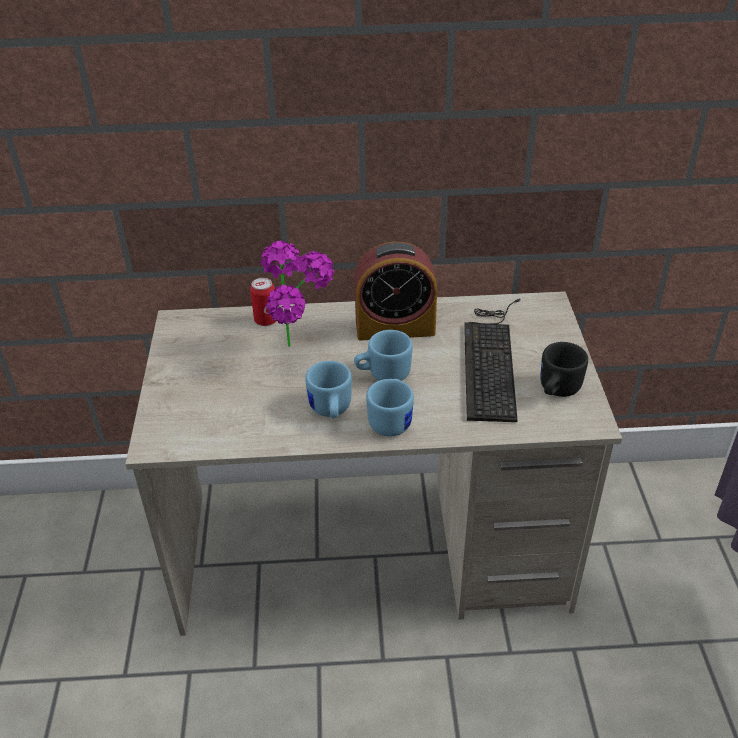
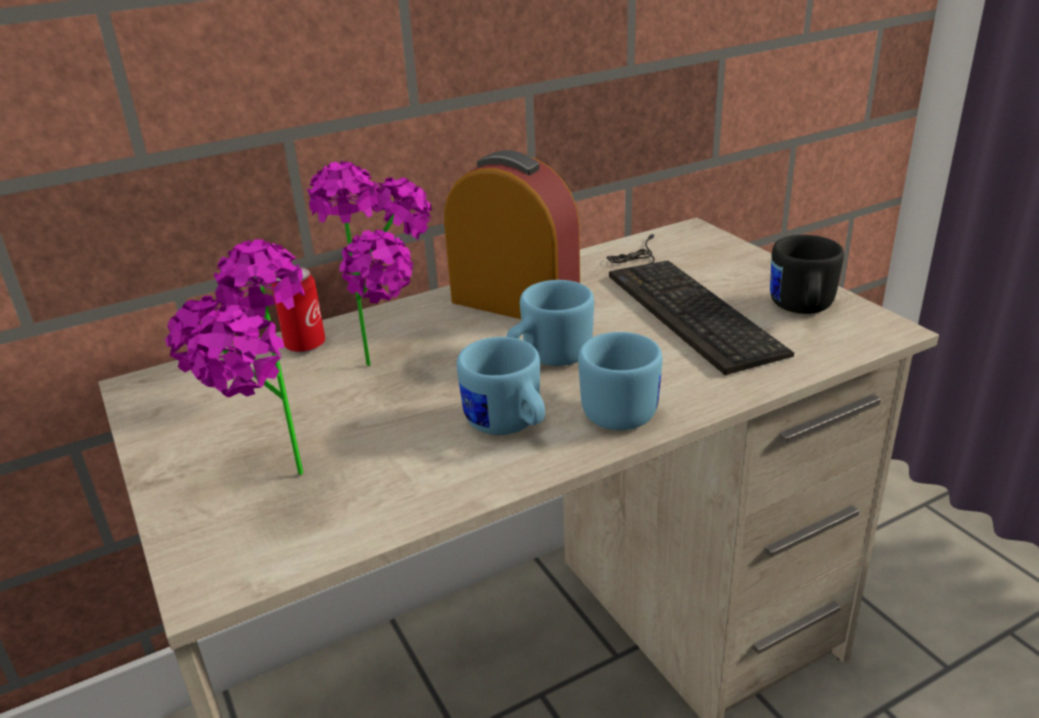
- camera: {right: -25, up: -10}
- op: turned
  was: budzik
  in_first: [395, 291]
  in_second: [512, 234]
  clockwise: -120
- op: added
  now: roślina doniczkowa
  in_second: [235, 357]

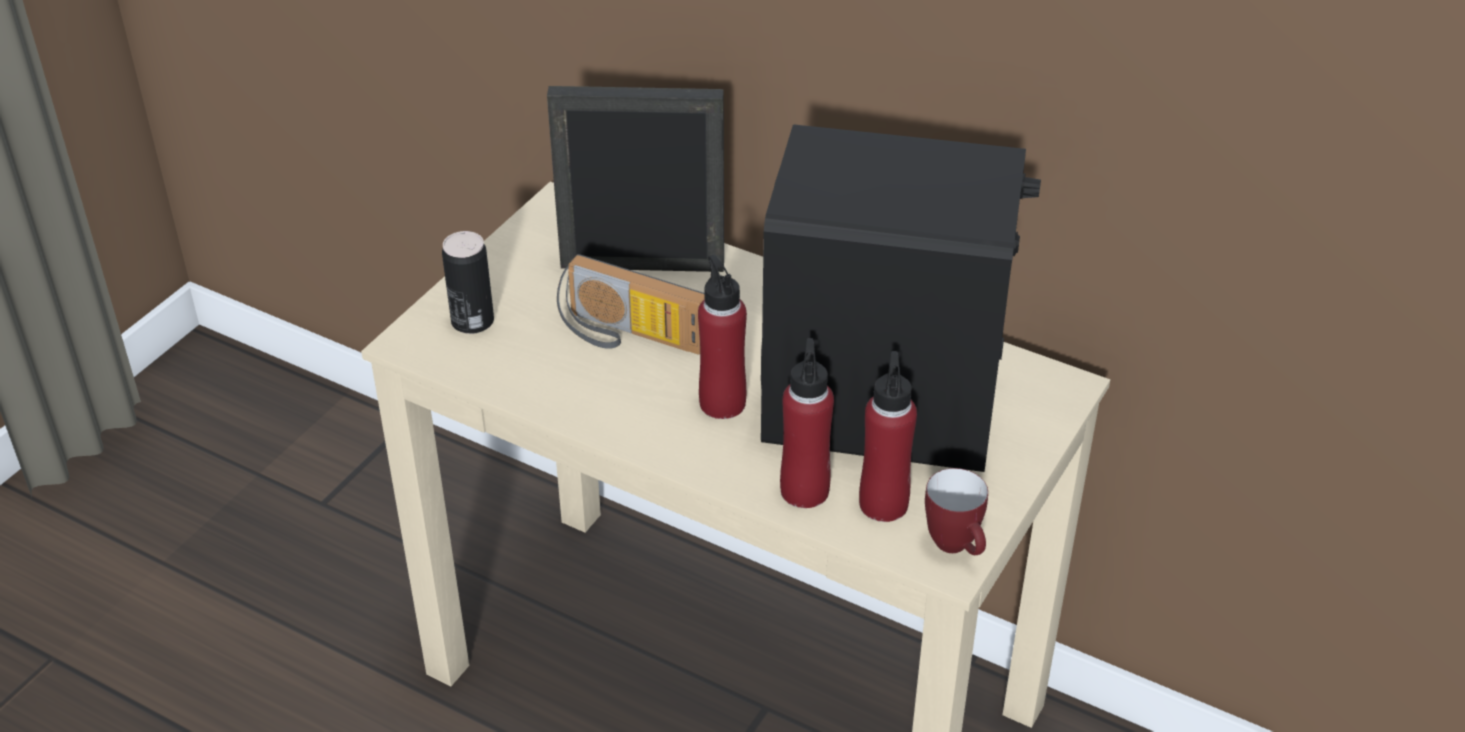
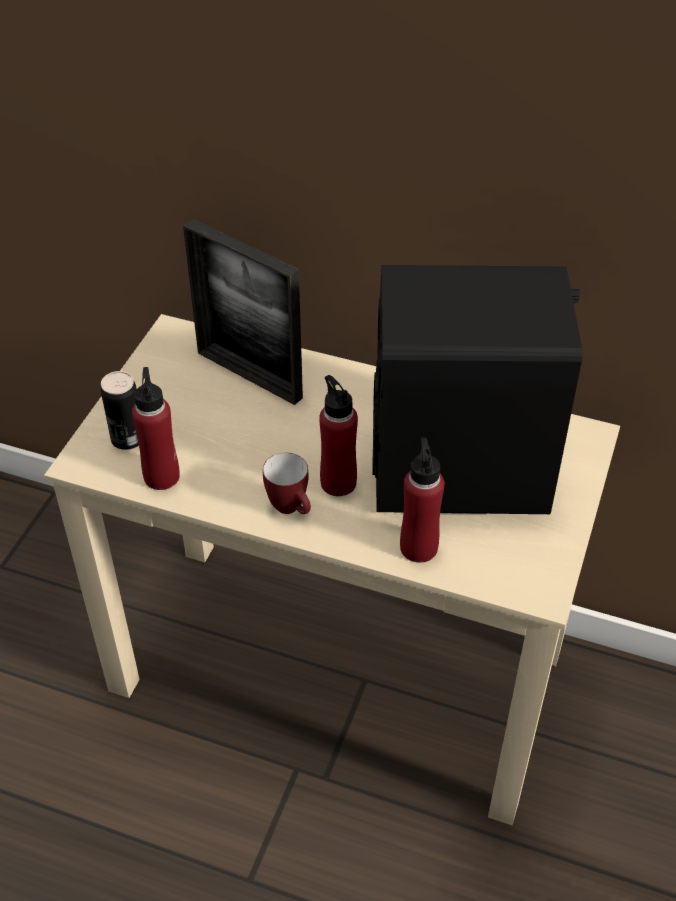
- camera: {right: -10, up: 5}
- op: turned
  was: ramka na zdjęcie
  in_first: [635, 179]
  in_second: [243, 312]
  clockwise: -135
- op: removed
  was: radio
  in_first: [631, 304]
- op: moved
  was: butelka (czerwony)
  in_first: [888, 436]
  in_second: [156, 428]
- op: moved
  was: kubek
  in_first: [956, 511]
  in_second: [287, 483]

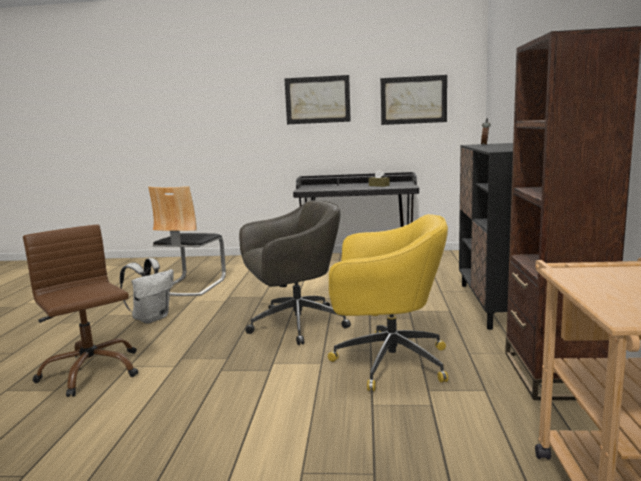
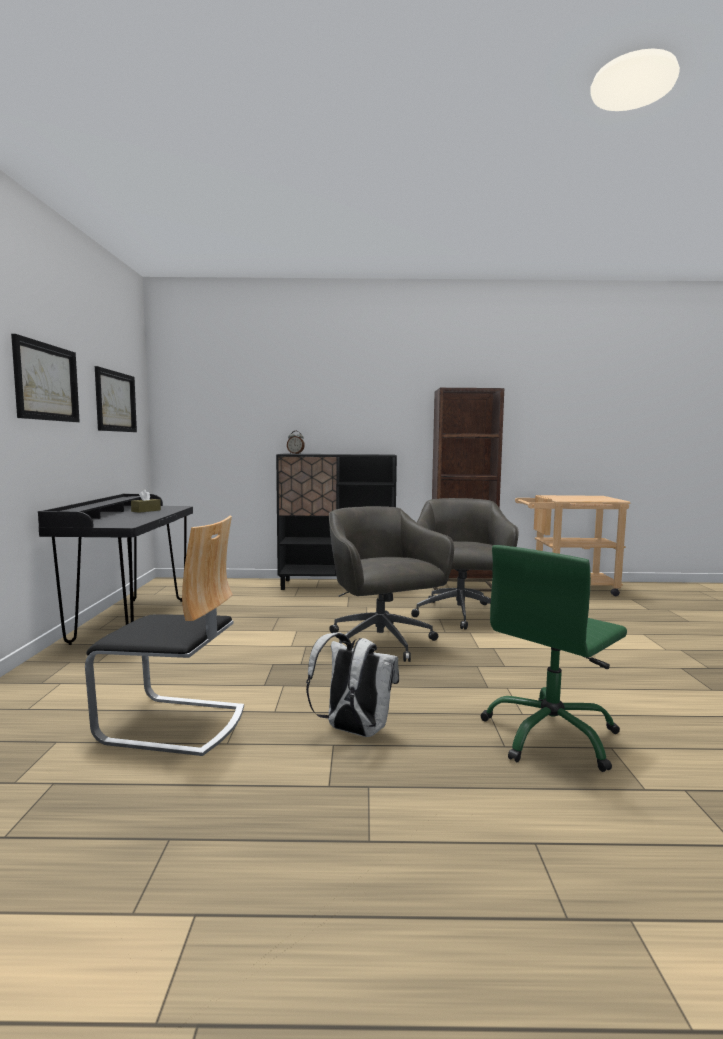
- camera: {right: -95, up: -5}
- op: recoloured
  was: krzesło biurowe (żółty)
  now: krzesło biurowe (szary)
  in_first: [388, 302]
  in_second: [464, 564]
- op: recoloured
  was: krzesło biurowe (brązowy)
  now: krzesło biurowe (zielony)
  in_first: [80, 310]
  in_second: [554, 658]

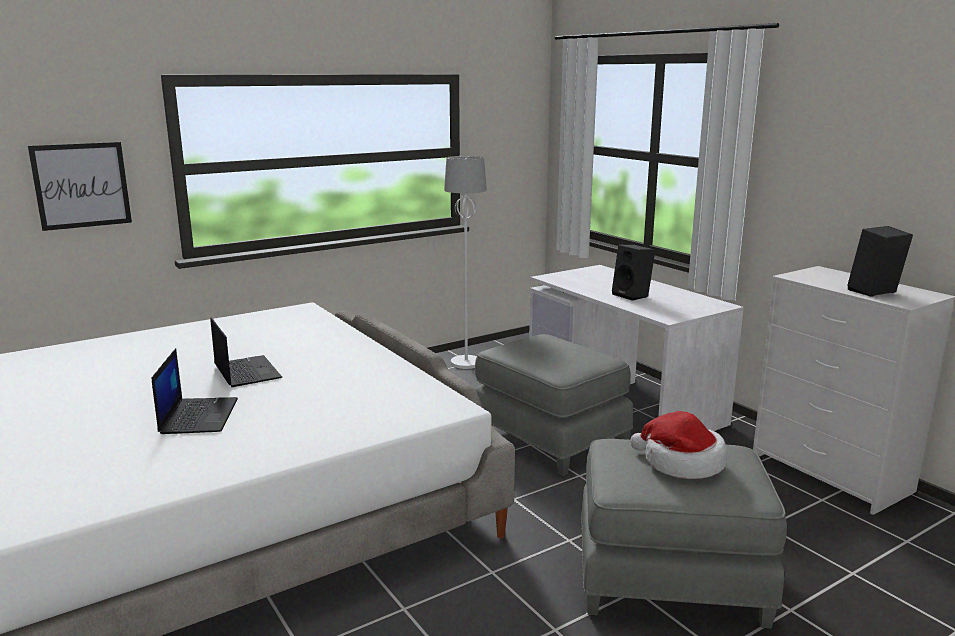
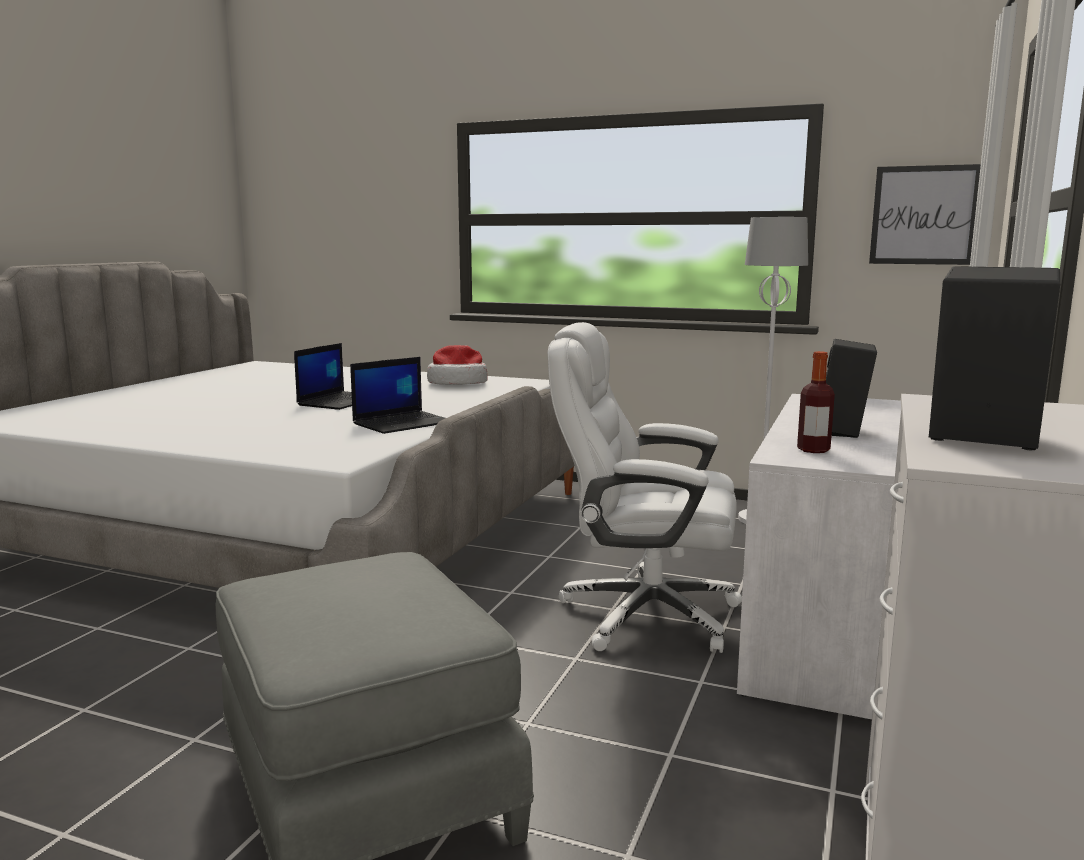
- camera: {right: 55, up: -5}
- op: moved
  was: obraz
  in_first: [80, 186]
  in_second: [925, 214]
- op: replaced
  was: pufa (szary)
  now: krzesło biurowe (biały)
  in_first: [554, 405]
  in_second: [645, 487]
- op: moved
  was: laptop
  in_first: [195, 391]
  in_second: [397, 395]
- op: moved
  was: kapelusz
  in_first: [678, 445]
  in_second: [457, 365]
- op: added
  now: butelka
  in_second: [816, 402]

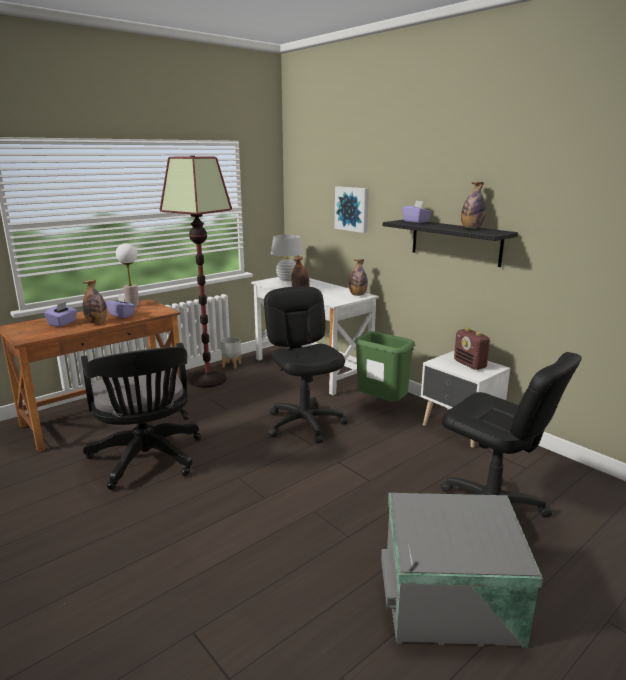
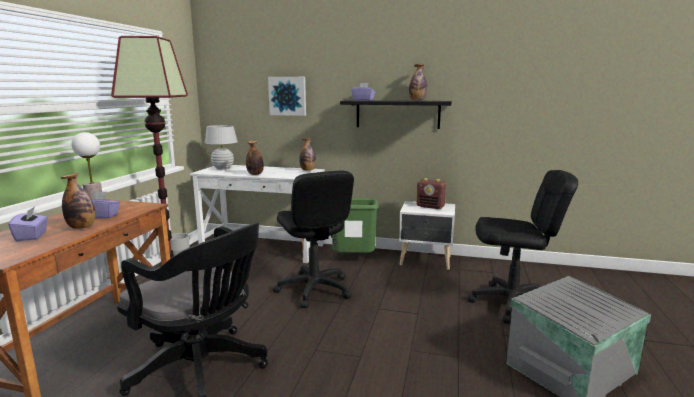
- camera: {right: -35, up: -5}
- op: turned
  was: krzesło biurowe (czarny)
  in_first: [306, 364]
  in_second: [313, 239]
  clockwise: -150

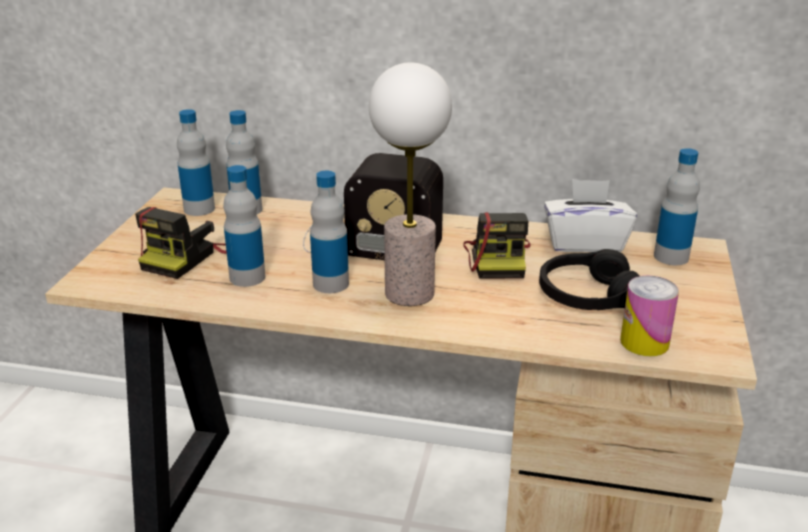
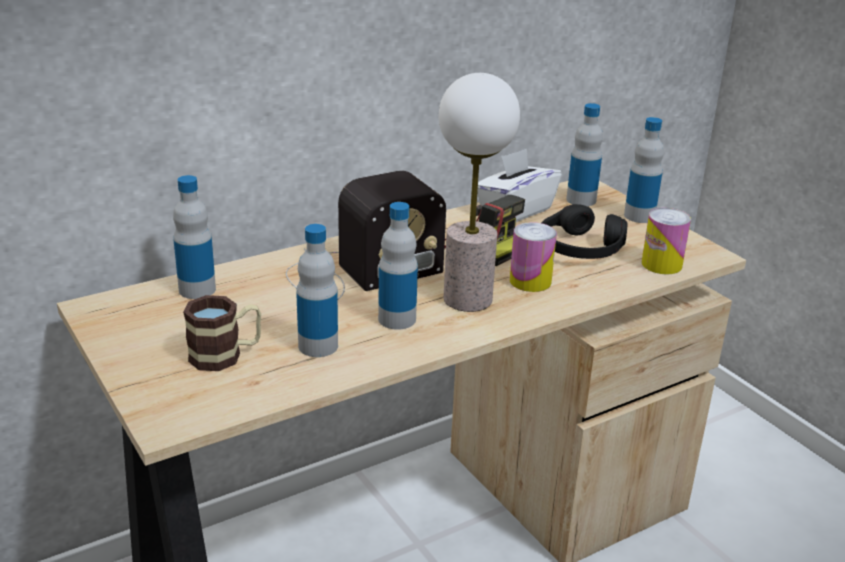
- camera: {right: -45, up: 0}
- op: moved
  was: butelka
  in_first: [196, 162]
  in_second: [644, 170]
- op: replaced
  was: aparat fotograficzny
  now: kubek
  in_first: [181, 243]
  in_second: [222, 333]
- op: added
  now: puszka
  in_second: [533, 257]

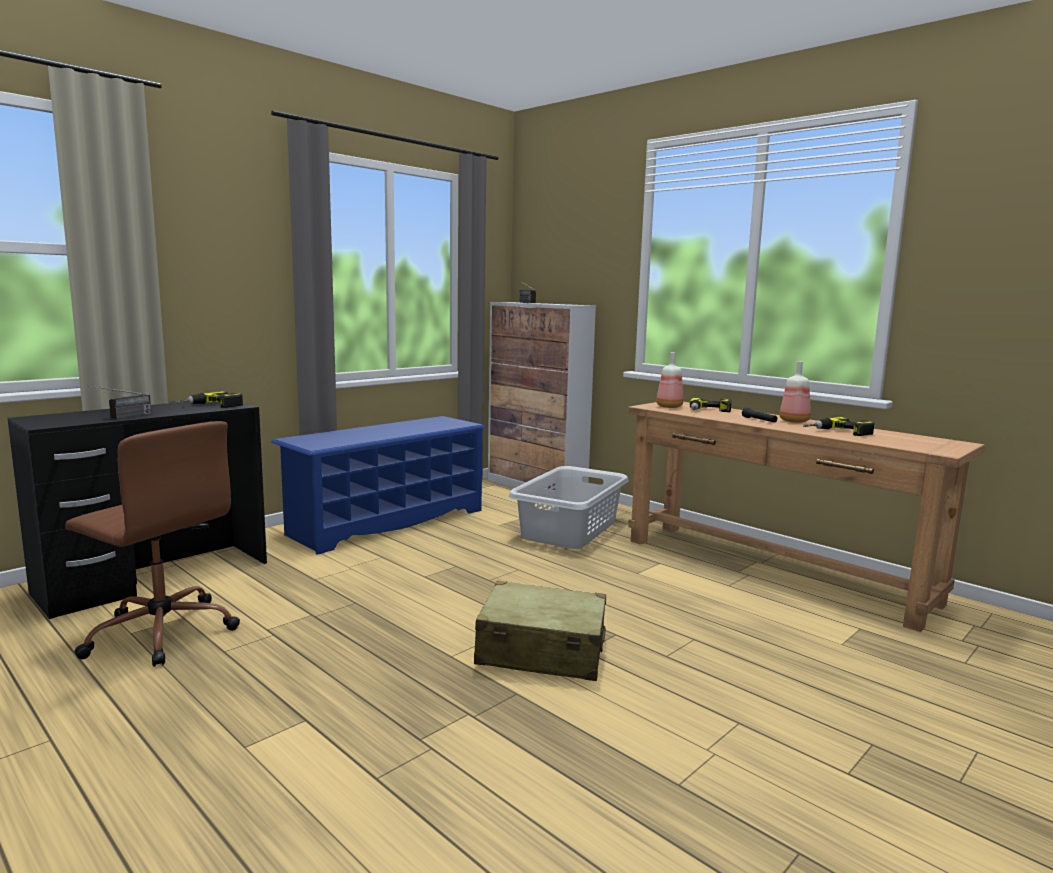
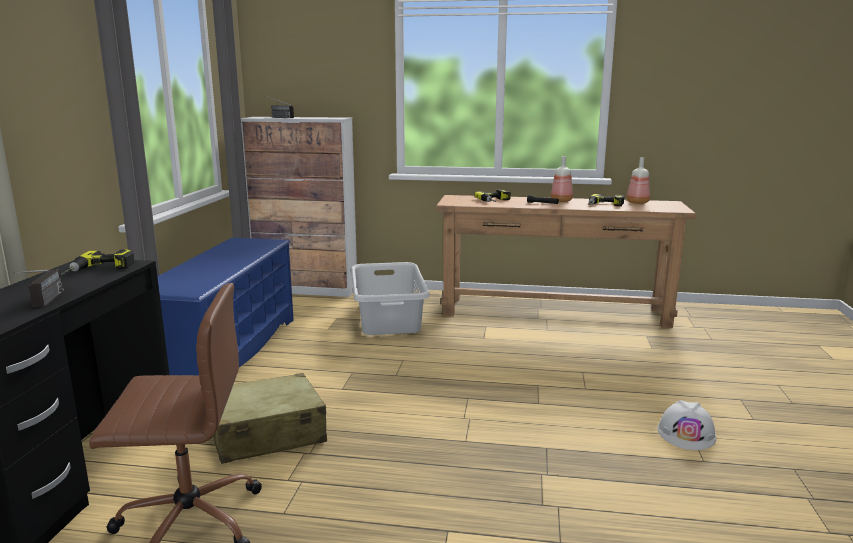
- camera: {right: -35, up: 5}
- op: moved
  was: butelka
  in_first: [669, 380]
  in_second: [638, 180]
- op: moved
  was: walizka (beżowy)
  in_first: [540, 631]
  in_second: [270, 418]
- op: added
  now: kask (biały)
  in_second: [687, 425]

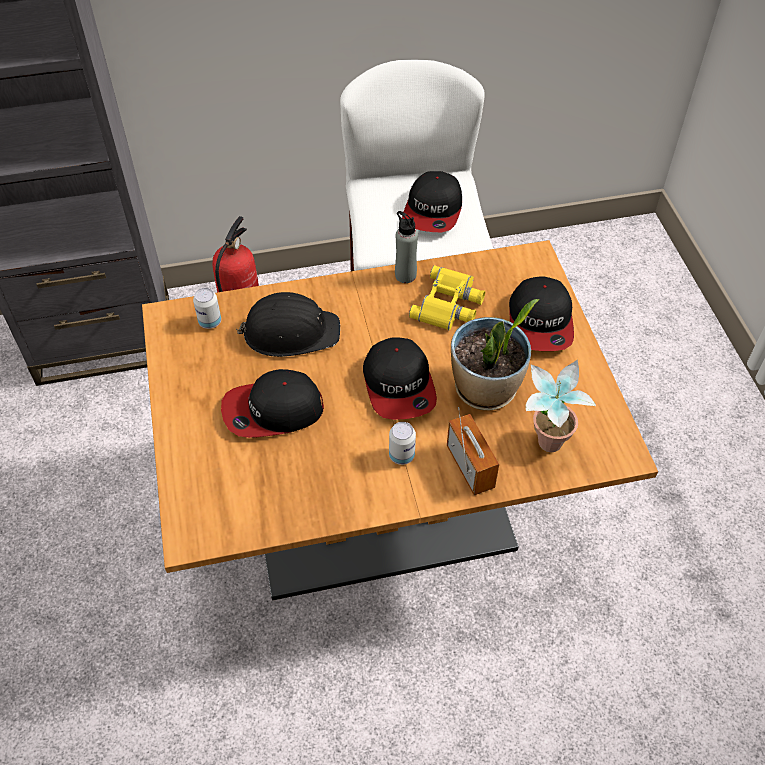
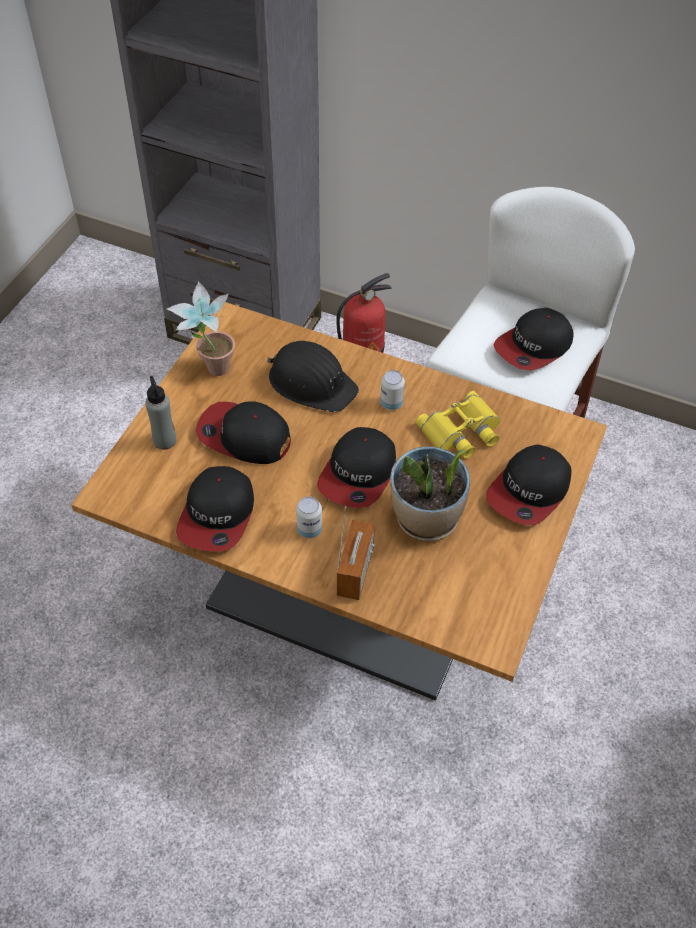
- camera: {right: 35, up: 0}
- op: moved
  was: butelka (szary)
  in_first: [406, 247]
  in_second: [160, 413]
- op: moved
  was: puszka
  in_first: [207, 308]
  in_second: [392, 390]
- op: moved
  was: roślina doniczkowa
  in_first: [561, 406]
  in_second: [201, 328]
- op: added
  now: czapka z daszkiem
  in_second: [215, 508]

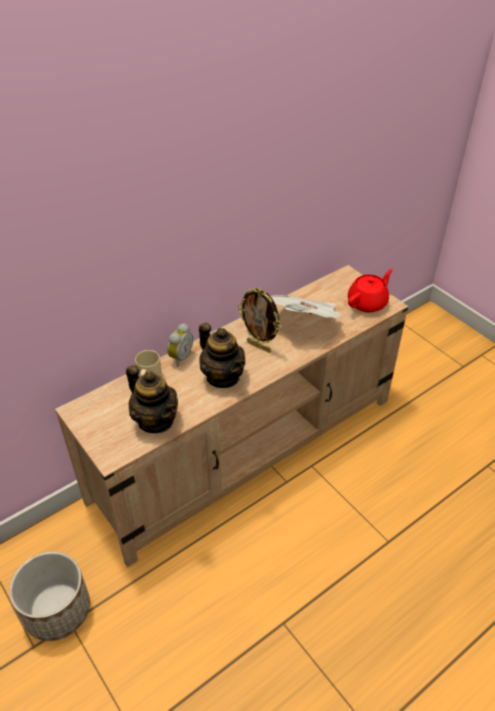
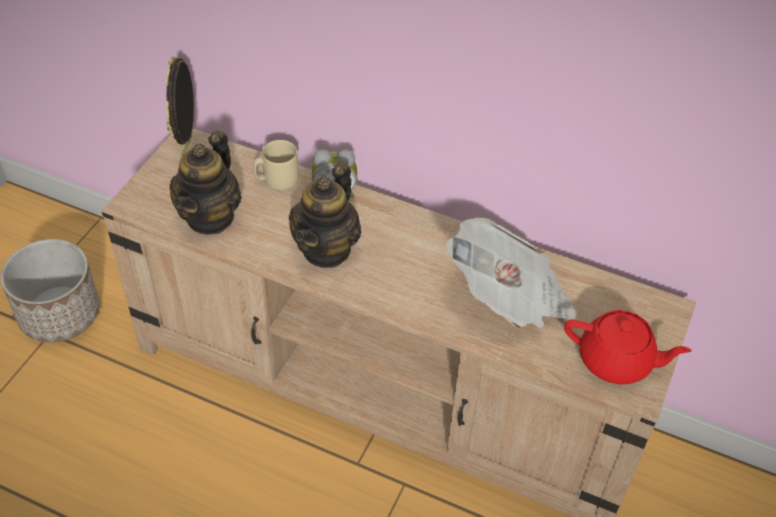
- camera: {right: 60, up: 5}
- op: moved
  was: ramka na zdjęcie
  in_first: [259, 320]
  in_second: [179, 107]

